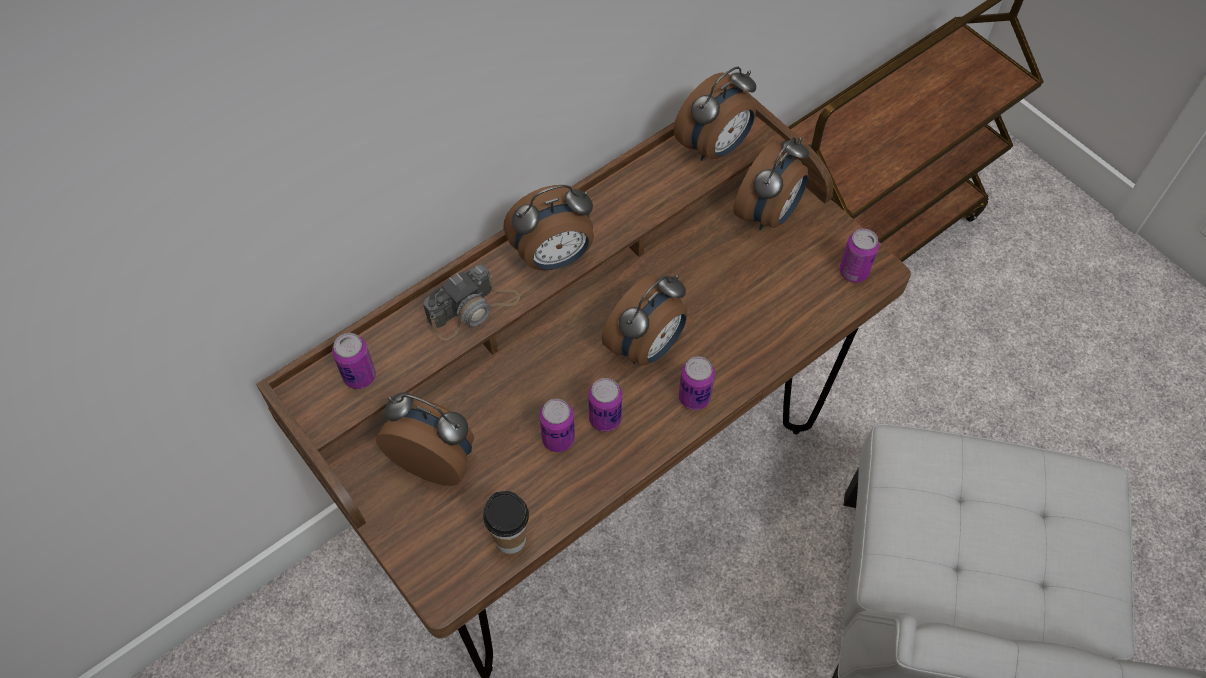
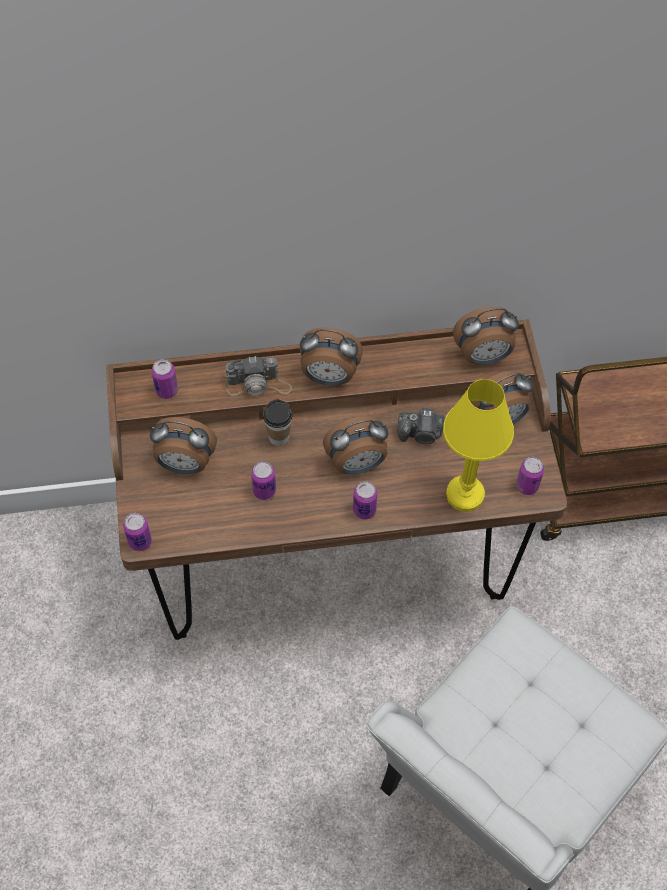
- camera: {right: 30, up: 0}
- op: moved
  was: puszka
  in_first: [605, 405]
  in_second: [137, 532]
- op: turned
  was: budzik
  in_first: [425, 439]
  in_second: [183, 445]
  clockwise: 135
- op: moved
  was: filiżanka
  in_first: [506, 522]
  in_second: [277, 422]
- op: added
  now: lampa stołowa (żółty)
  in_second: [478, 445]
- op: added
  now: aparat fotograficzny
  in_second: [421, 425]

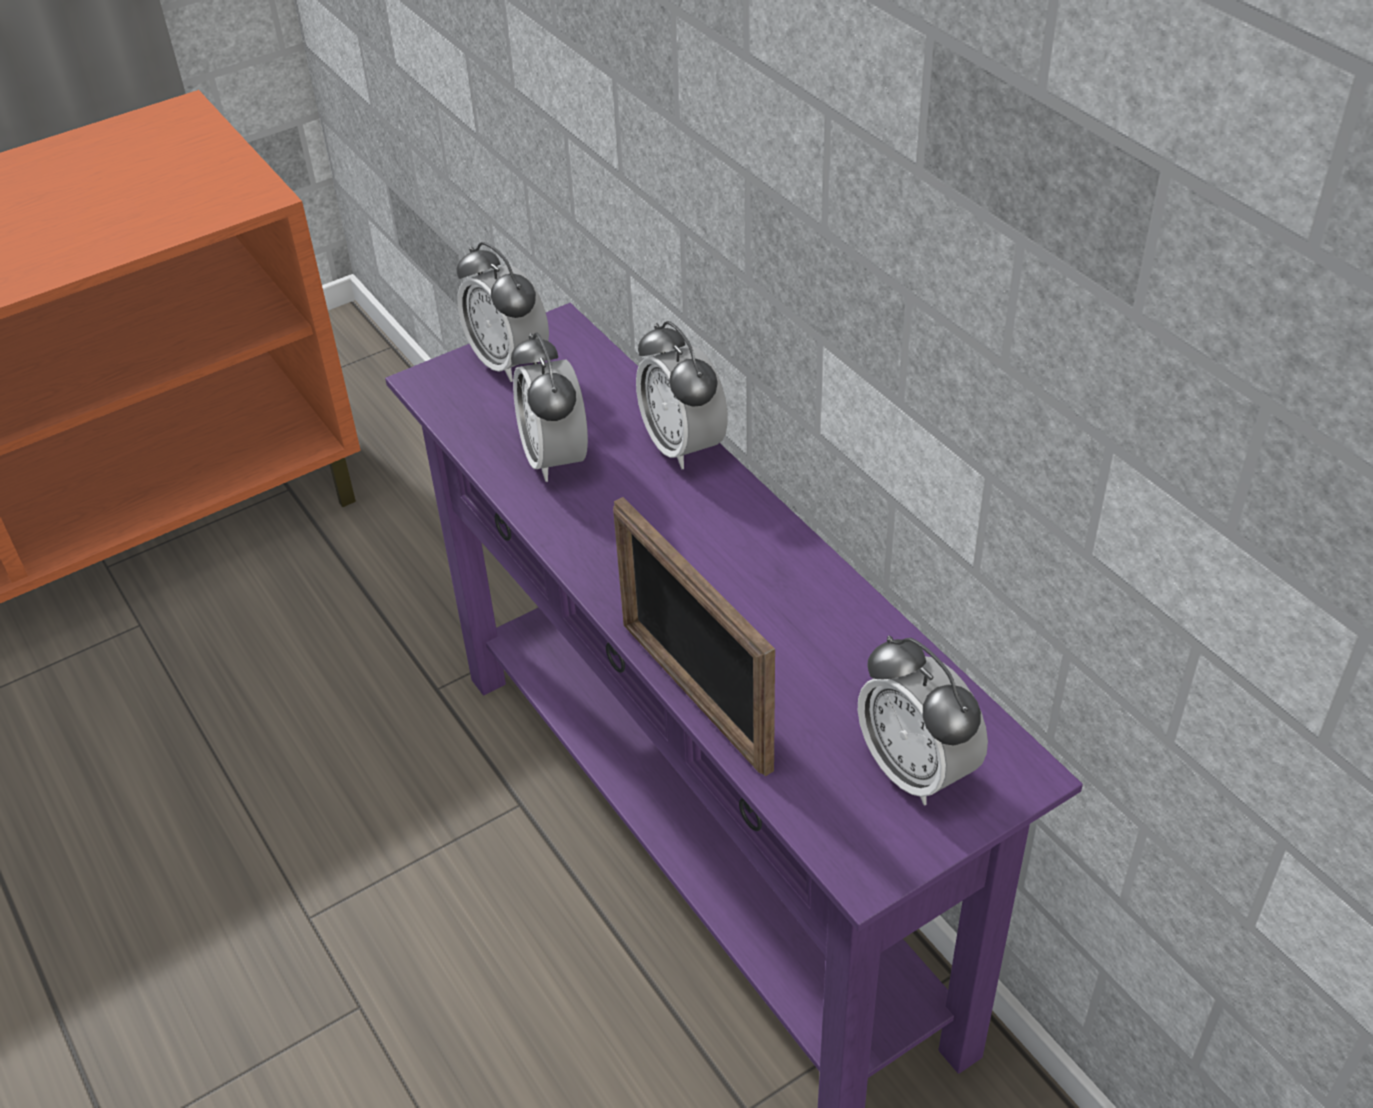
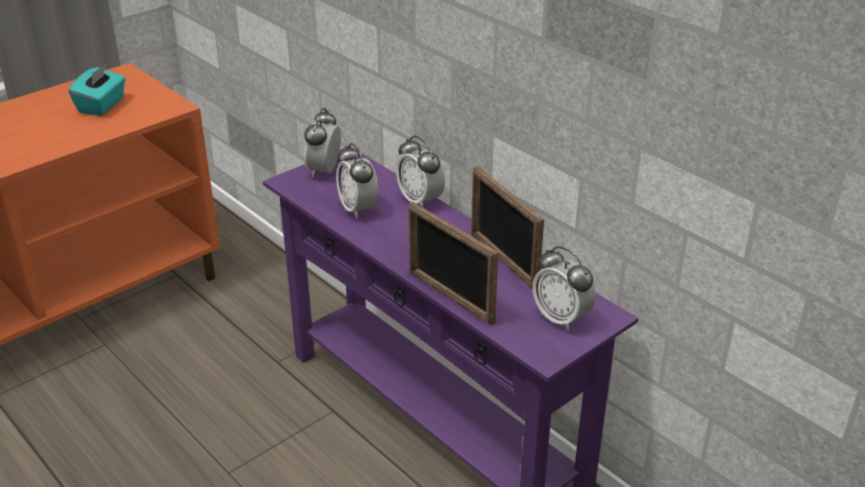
- camera: {right: -10, up: -10}
- op: turned
  was: budzik
  in_first: [502, 312]
  in_second: [322, 142]
  clockwise: 60
- op: added
  now: pudełko chusteczek (turkusowy)
  in_second: [97, 90]
- op: added
  now: ramka na zdjęcie
  in_second: [507, 227]

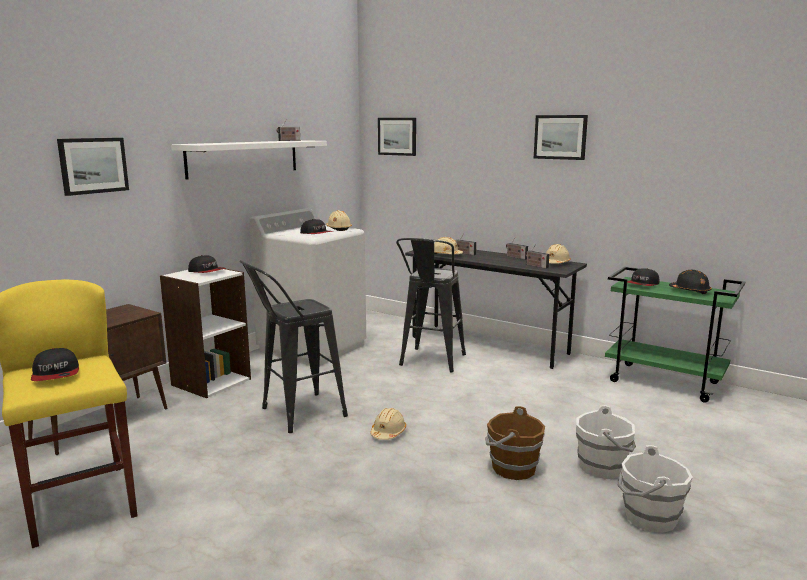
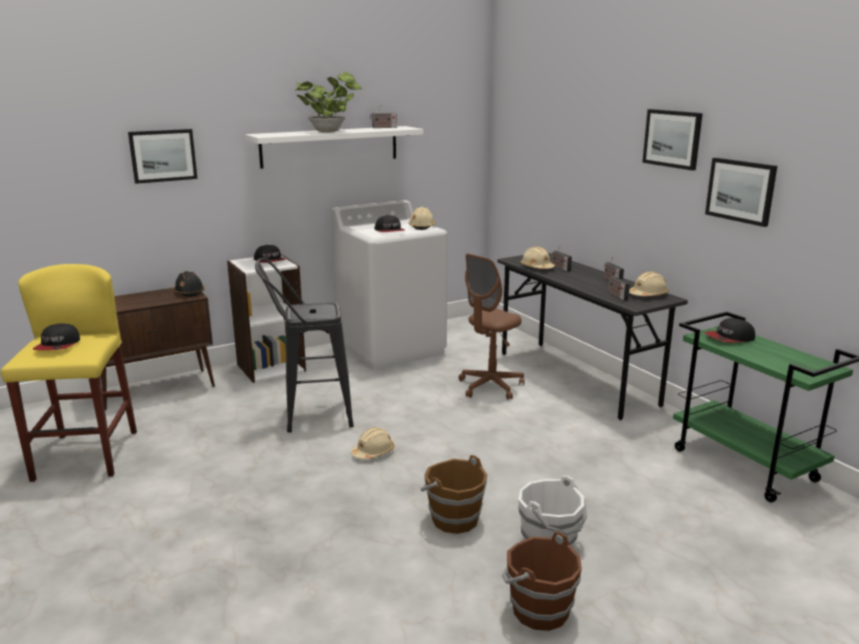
- camera: {right: 25, up: 5}
- op: moved
  was: obraz
  in_first: [397, 137]
  in_second: [741, 192]
- op: replaced
  was: stołek (czarny)
  now: krzesło biurowe (brązowy)
  in_first: [431, 305]
  in_second: [491, 327]
- op: moved
  was: kask (czarny)
  in_first: [690, 282]
  in_second: [189, 284]
- op: recoloured
  was: wiadro (biały)
  now: wiadro (brązowy)
  in_first: [655, 489]
  in_second: [542, 581]
- op: added
  now: roślina doniczkowa
  in_second: [328, 102]

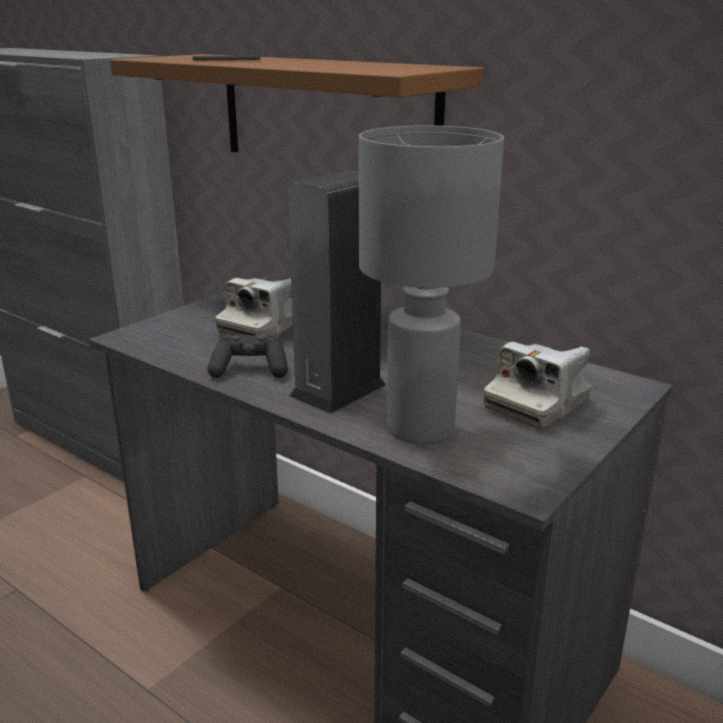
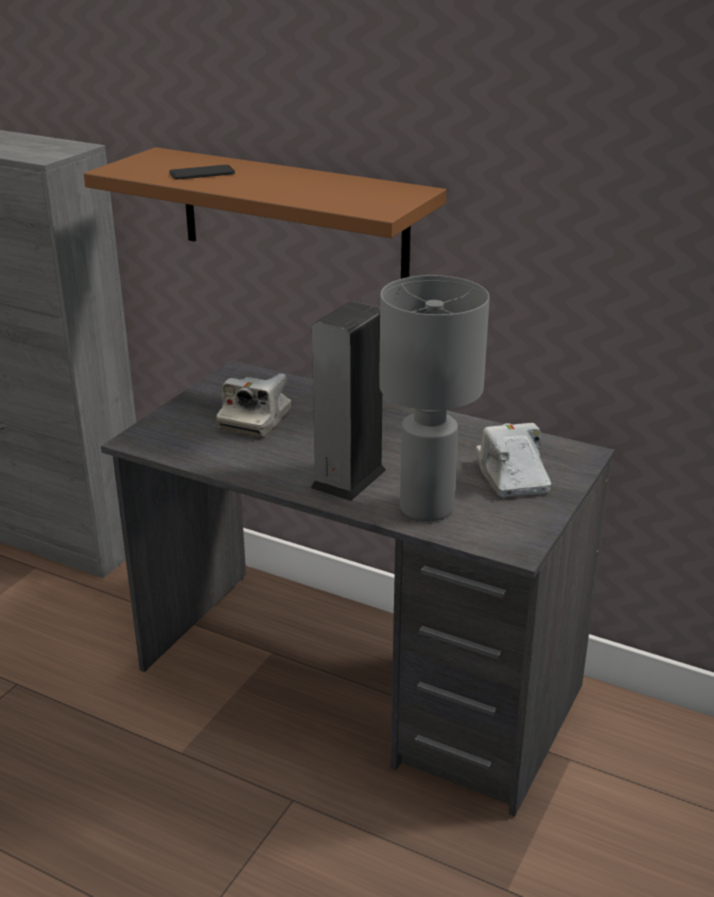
- camera: {right: -10, up: 5}
- op: removed
  was: pad do gier (czarny)
  in_first: [247, 356]
- op: turned
  was: aparat fotograficzny
  in_first: [538, 385]
  in_second: [513, 460]
  clockwise: 135

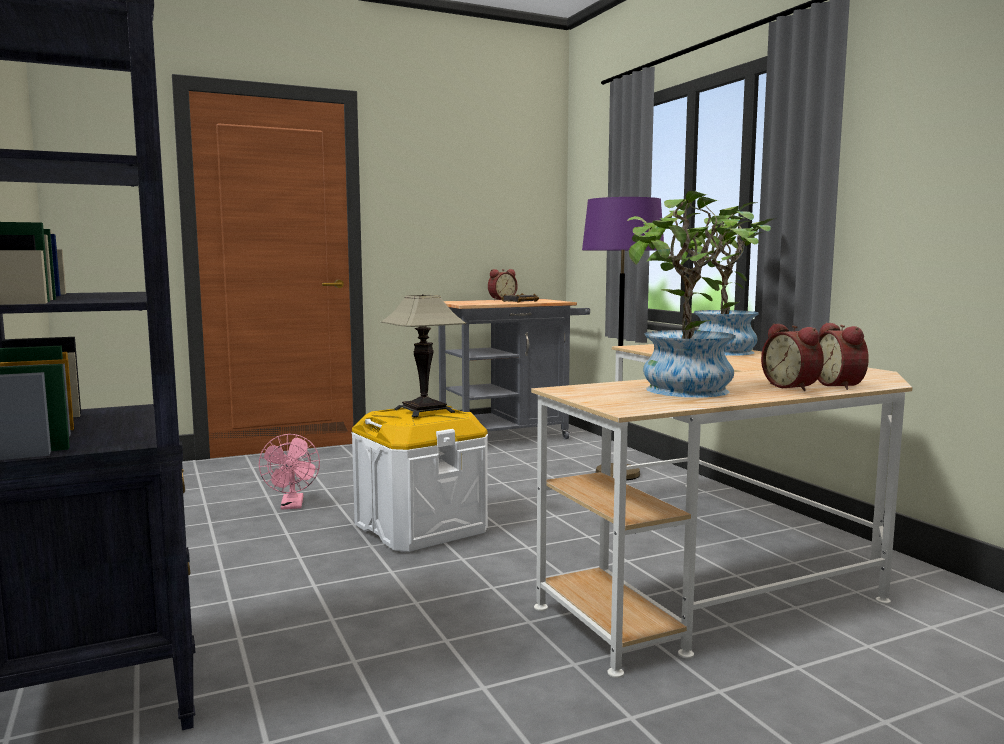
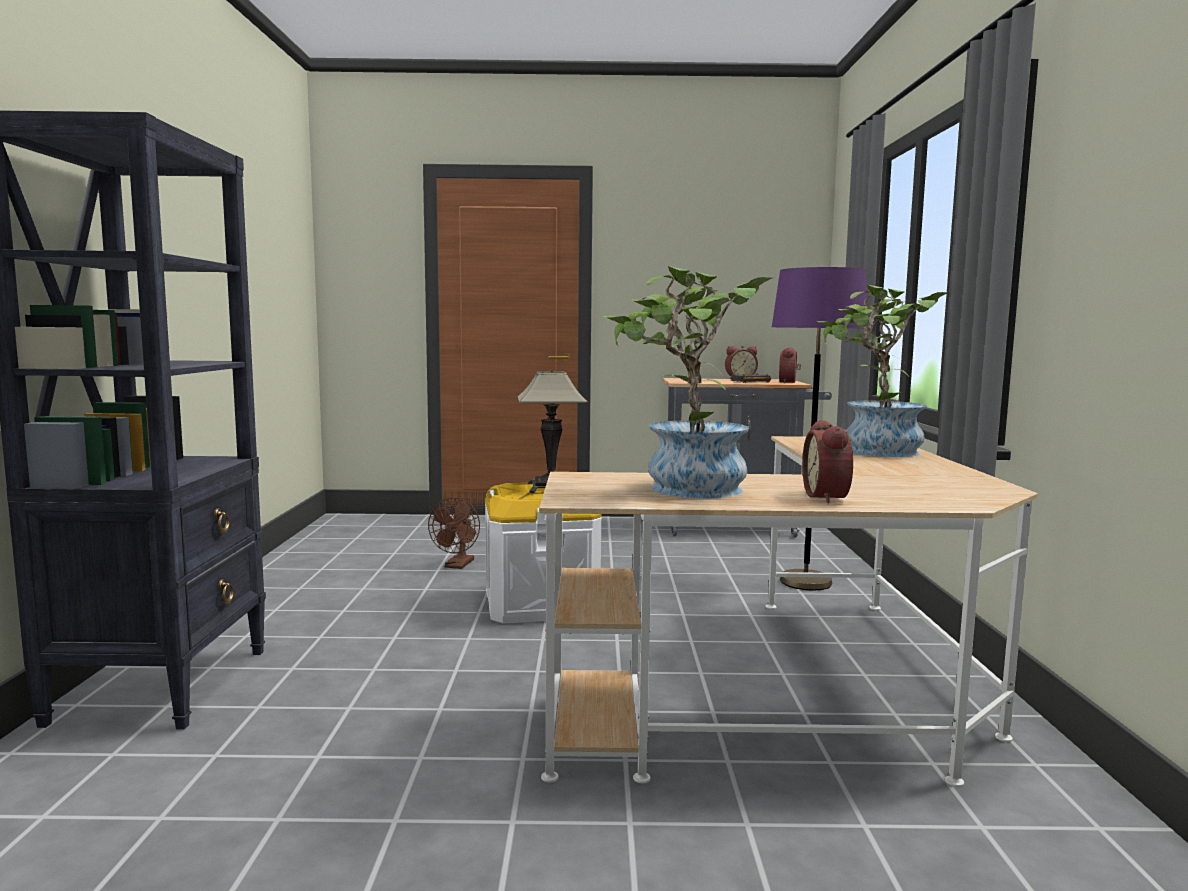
- camera: {right: 25, up: 0}
- op: moved
  was: budzik
  in_first: [843, 356]
  in_second: [790, 365]
- op: recoloured
  was: wentylator (różowy)
  now: wentylator (brązowy)
  in_first: [289, 471]
  in_second: [454, 533]

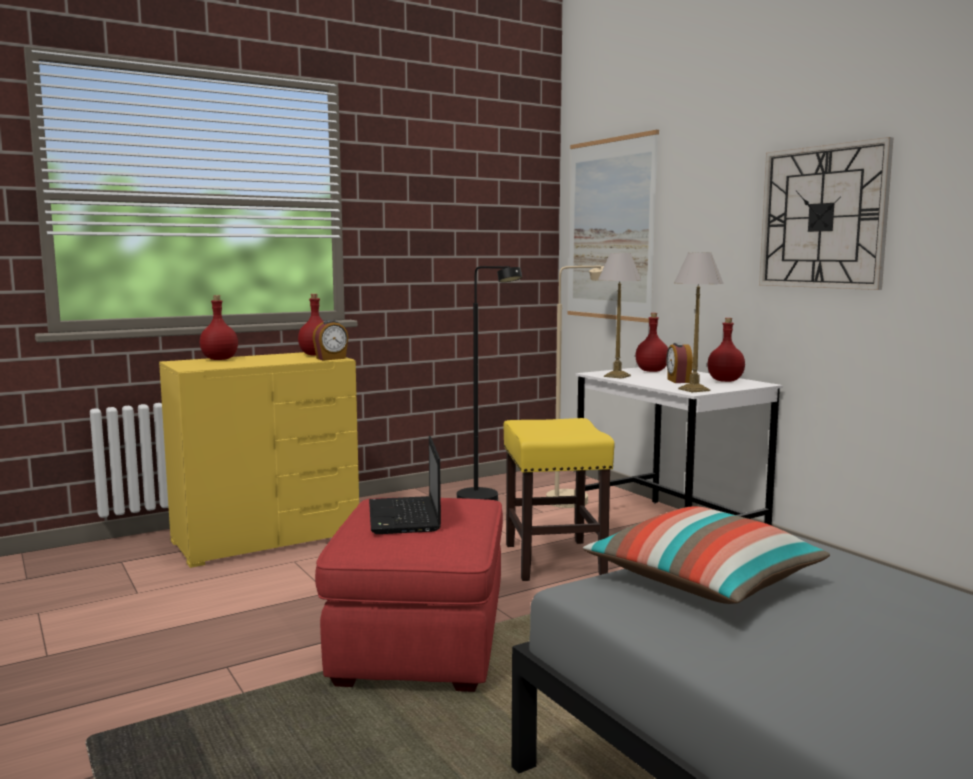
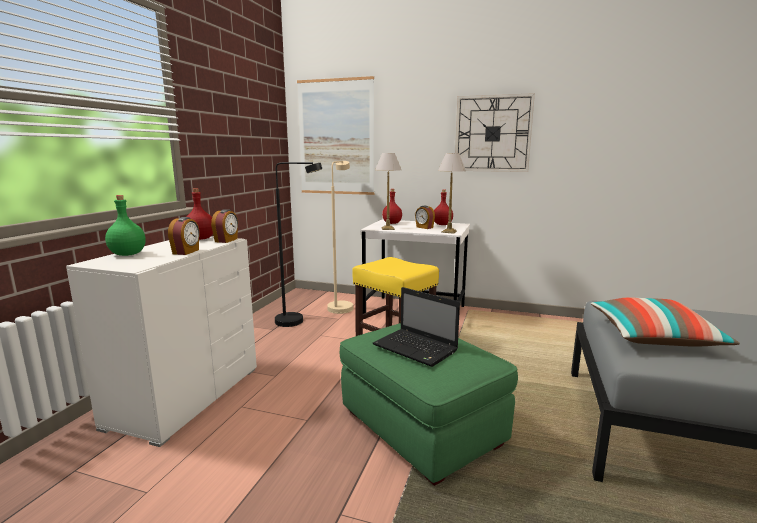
- camera: {right: -40, up: 5}
- op: recoloured
  was: butelka (czerwony)
  now: butelka (zielony)
  in_first: [219, 327]
  in_second: [125, 225]
- op: recoloured
  was: komoda (żółty)
  now: komoda (biały)
  in_first: [259, 460]
  in_second: [161, 341]
- op: recoloured
  was: pufa (czerwony)
  now: pufa (zielony)
  in_first: [409, 594]
  in_second: [429, 404]
- op: added
  now: budzik
  in_second: [183, 236]

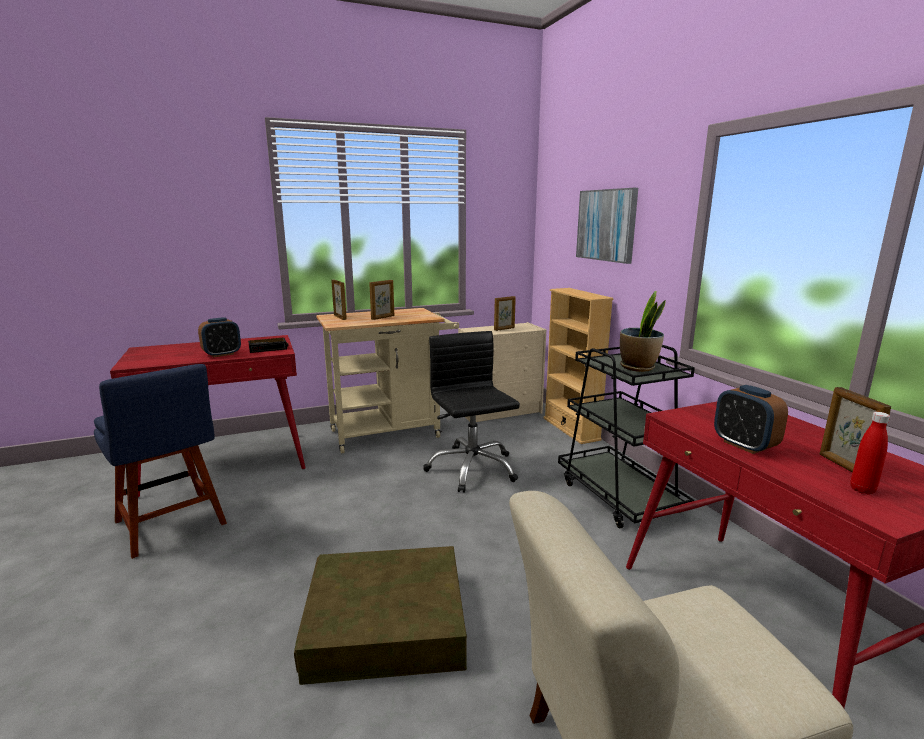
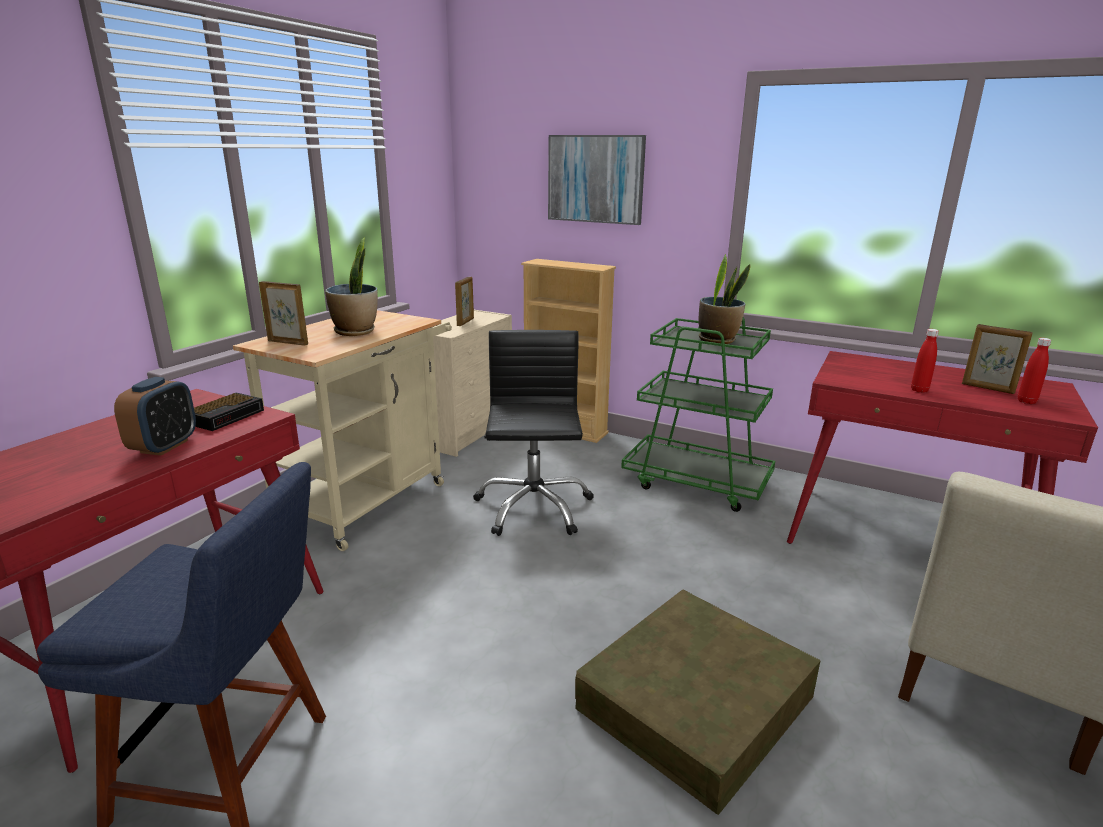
- camera: {right: -40, up: 5}
- op: replaced
  was: ramka na zdjęcie
  now: roślina doniczkowa
  in_first: [381, 300]
  in_second: [351, 286]
- op: turned
  was: krzesło biurowe (czarny)
  in_first: [471, 412]
  in_second: [533, 433]
  clockwise: 60
- op: recoloured
  was: wózek (czarny)
  now: wózek (zielony)
  in_first: [626, 436]
  in_second: [698, 414]
- op: replaced
  was: budzik
  now: butelka (czerwony)
  in_first: [751, 419]
  in_second: [925, 361]

